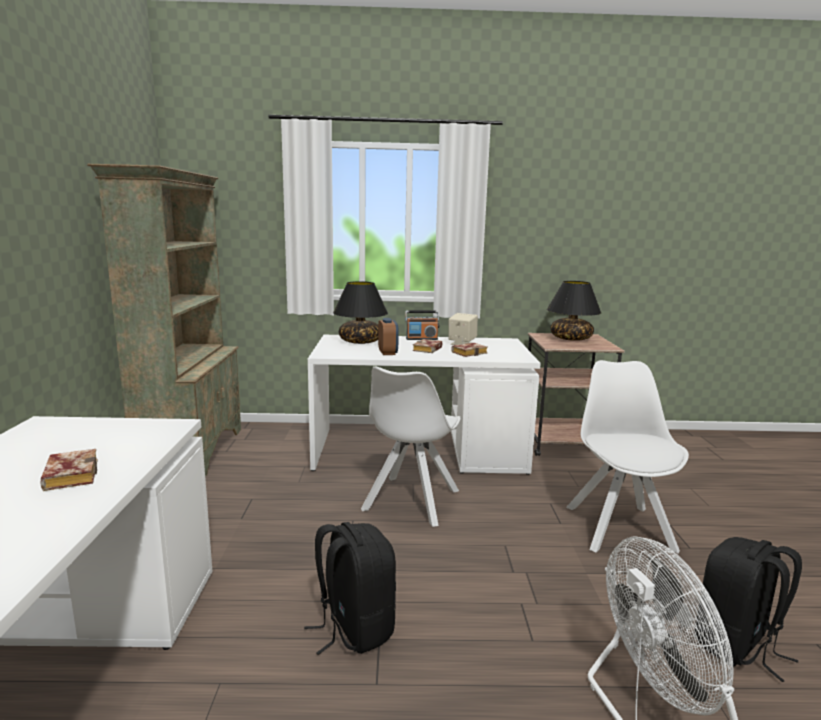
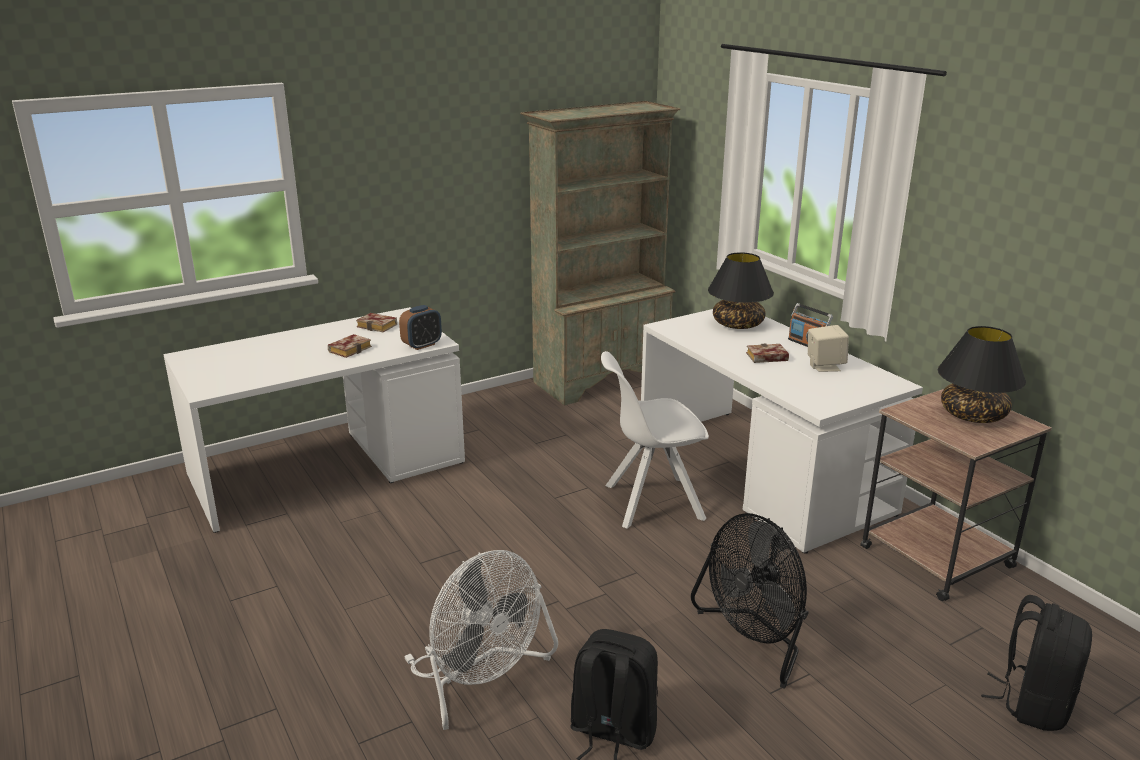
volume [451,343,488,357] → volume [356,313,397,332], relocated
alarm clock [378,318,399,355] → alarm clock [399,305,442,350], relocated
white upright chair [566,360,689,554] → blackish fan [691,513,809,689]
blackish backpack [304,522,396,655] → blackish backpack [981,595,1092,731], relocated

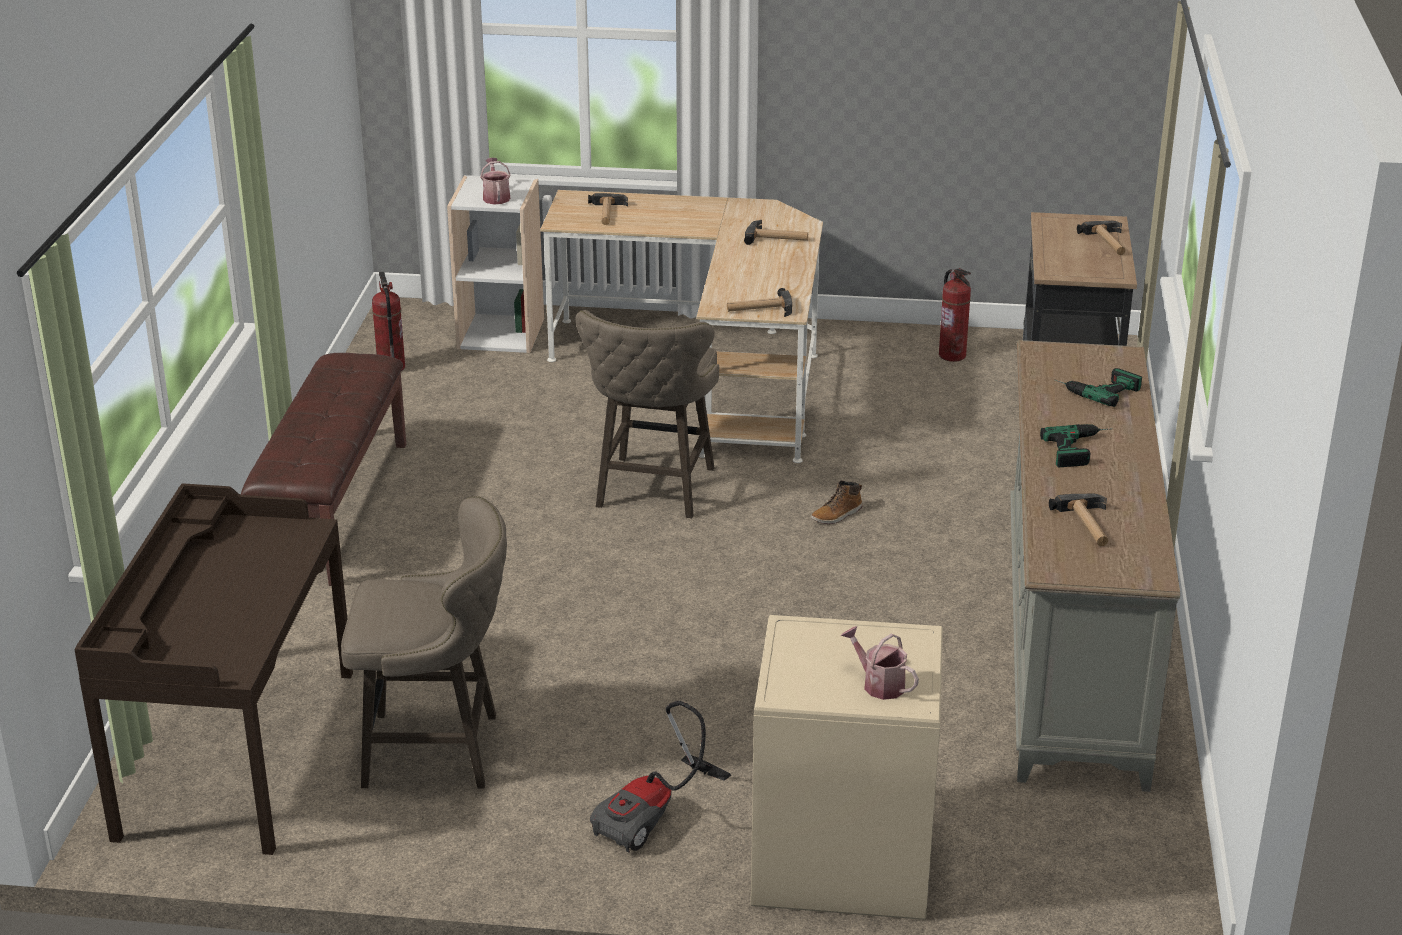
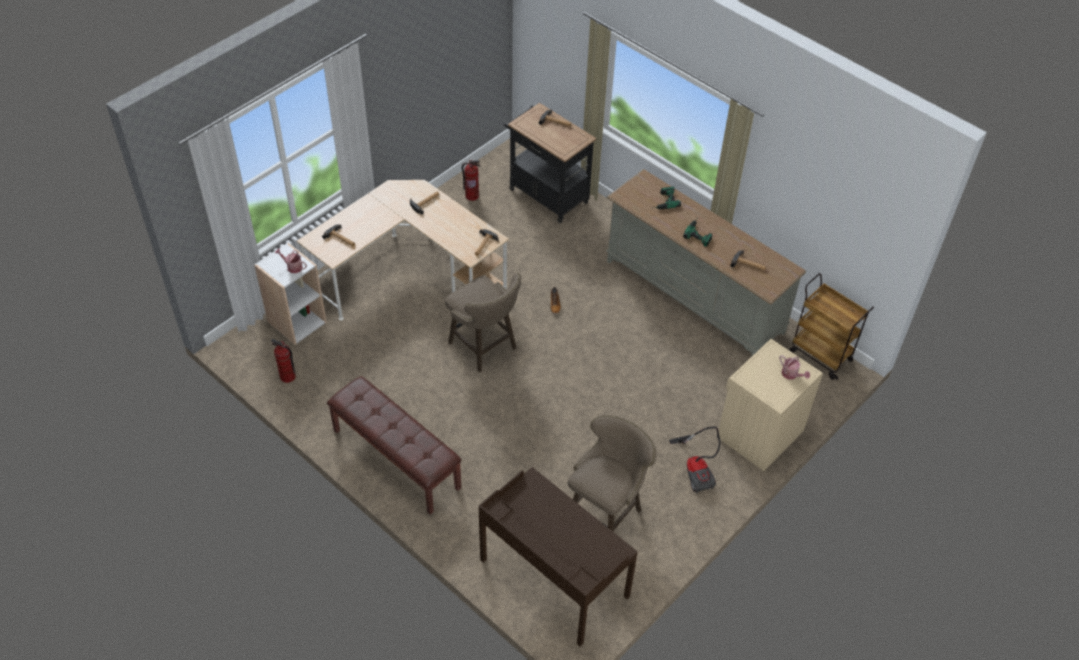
watering can [841,626,919,700] → watering can [779,355,810,379], 120 degrees counterclockwise
- → brownish trolley [789,273,874,380]

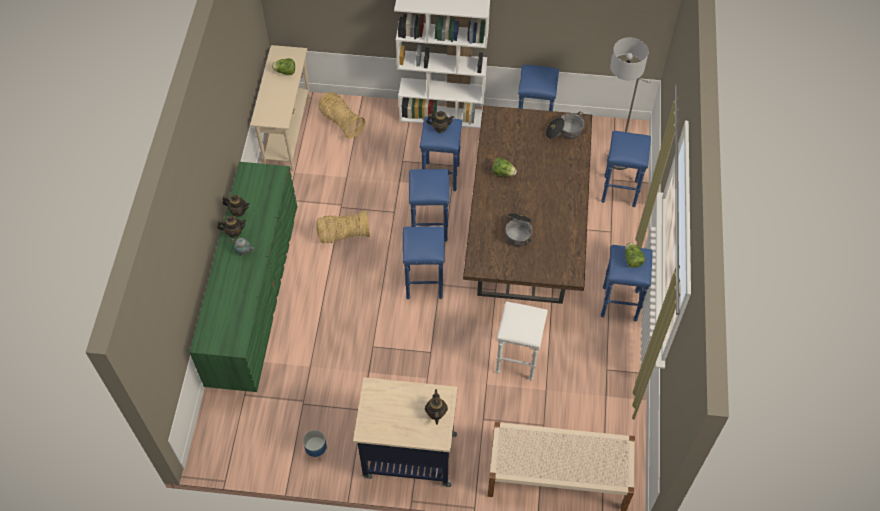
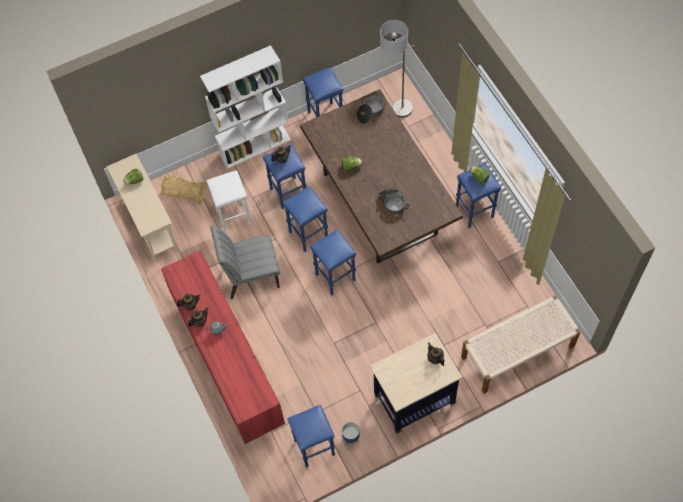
green storage cabinet [189,162,297,392] → red-coloured storage cabinet [161,250,285,444]
white sitting stool [496,301,548,381] → white sitting stool [206,170,252,233], relocated
household basket [316,210,370,243] → greyish upright chair [211,225,280,299]
bluish sitting stool [601,131,651,207] → bluish sitting stool [287,405,335,468], relocated

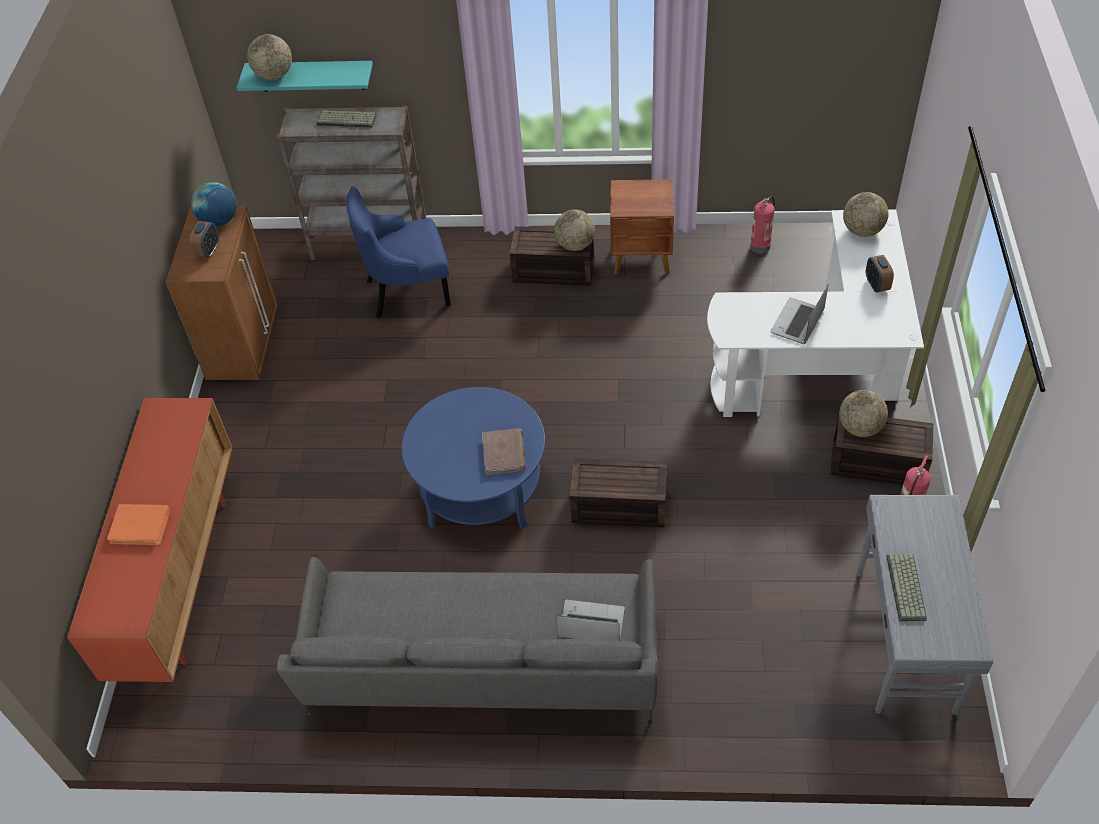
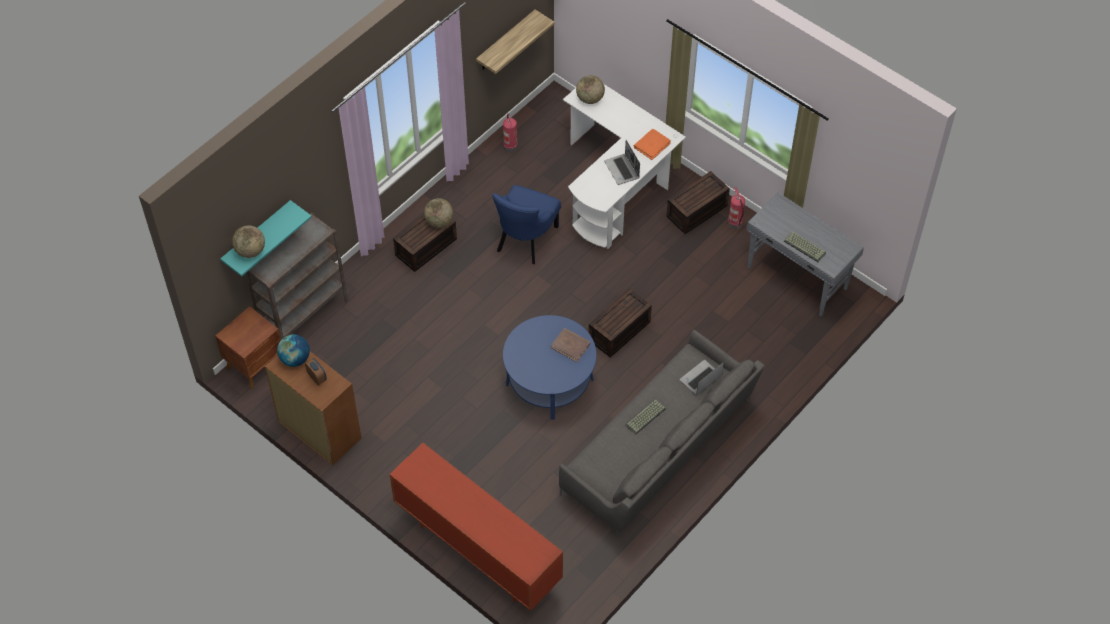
brownish bedside table [610,179,674,275] → brownish bedside table [215,306,281,389], relocated
- → shelf [476,10,554,74]
bluish upright chair [346,186,451,319] → bluish upright chair [492,185,561,264], relocated
PC keyboard [316,110,377,128] → PC keyboard [625,399,666,435], relocated
orange-coloured volume [107,504,170,545] → orange-coloured volume [634,129,671,160], relocated
globe [839,390,888,437] → -
alarm clock [866,255,894,293] → -

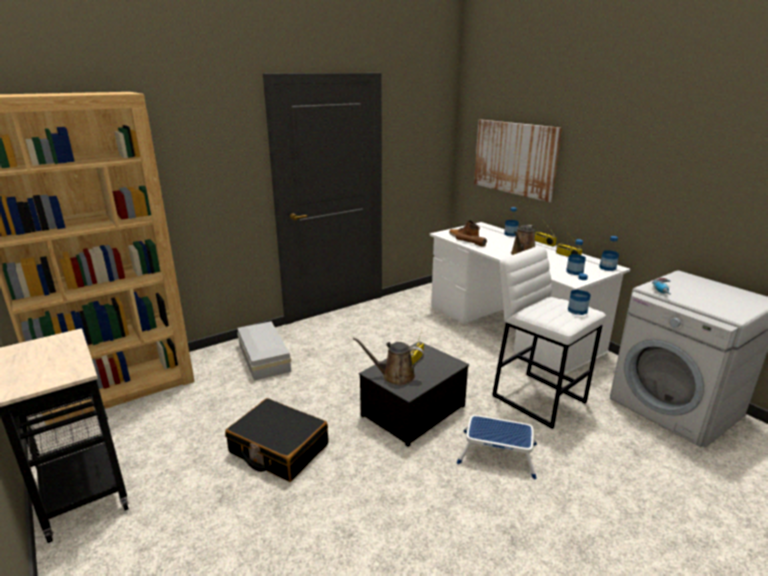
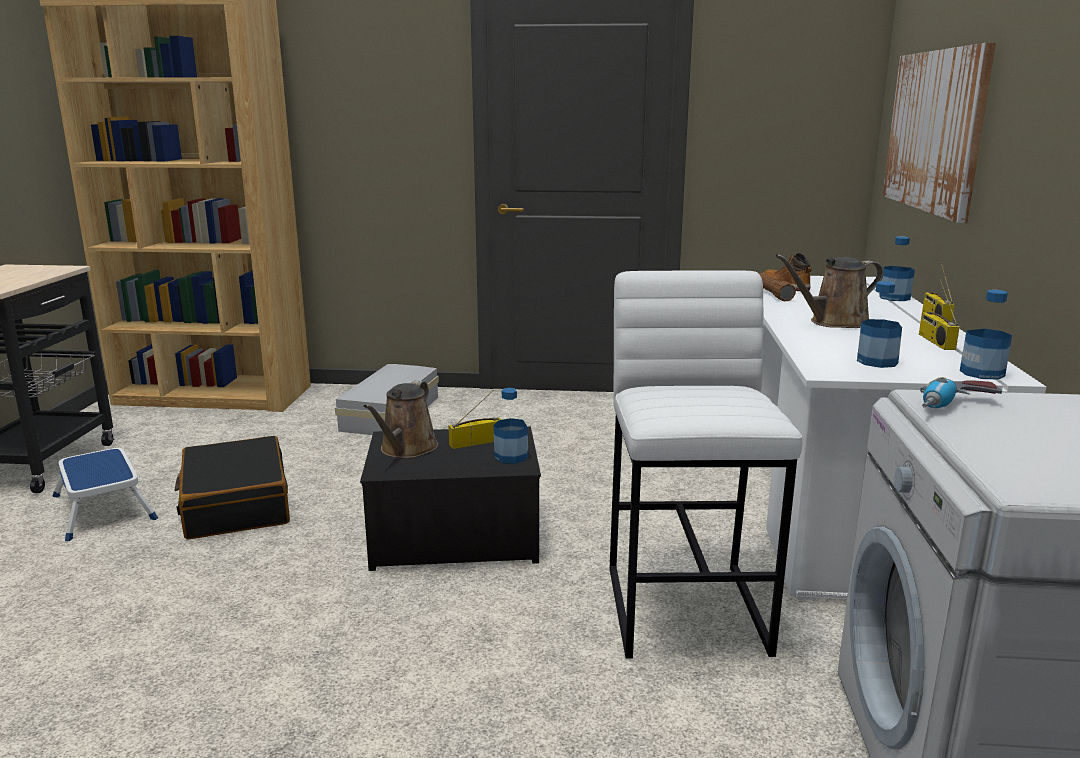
bluish step ladder [457,415,537,479] → bluish step ladder [52,448,158,541], relocated
brownish watering can [353,337,424,385] → brownish watering can [363,381,438,458], 120 degrees counterclockwise
beverage bottle [568,273,591,315] → beverage bottle [494,388,528,464], relocated

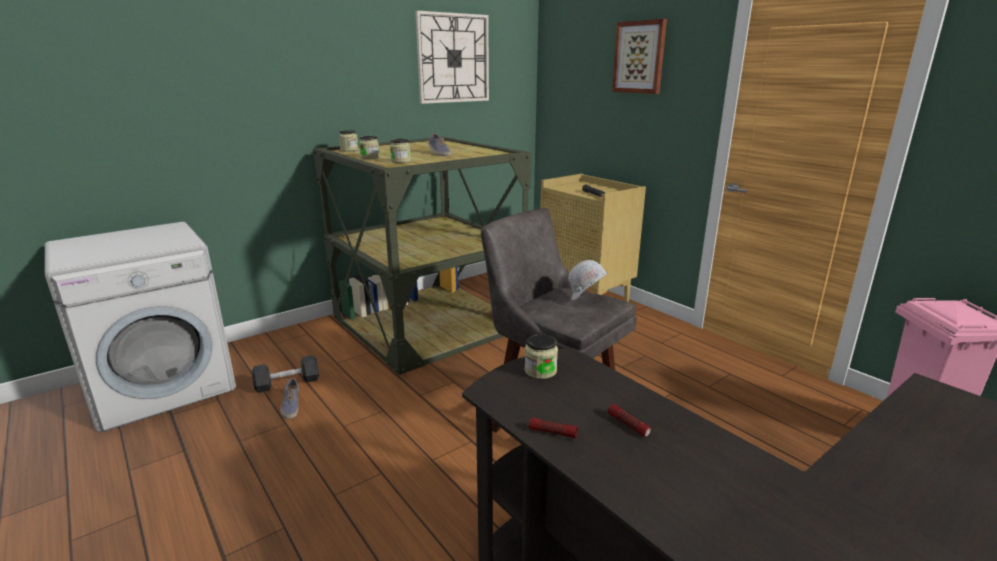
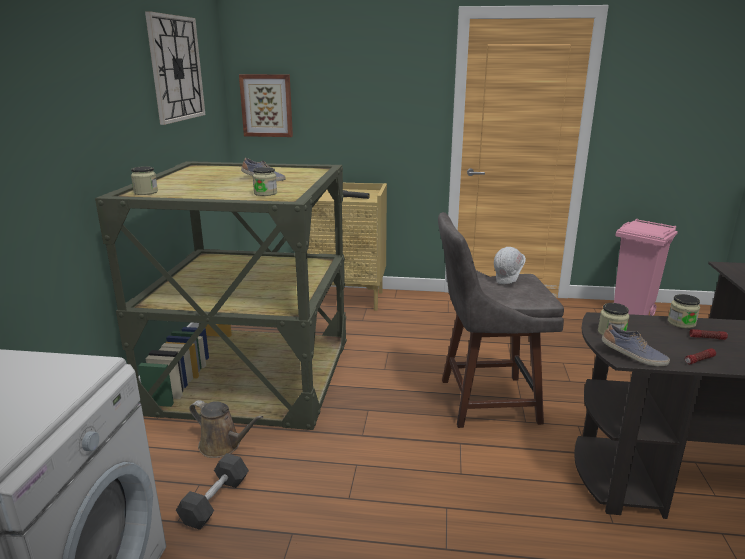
- → brownish watering can [190,400,263,458]
wall art [612,19,667,94] → wall art [239,74,293,137], relocated
item of footwear [281,378,299,419] → item of footwear [602,324,670,366], relocated
preserve jar [359,136,380,159] → preserve jar [668,294,700,329], relocated

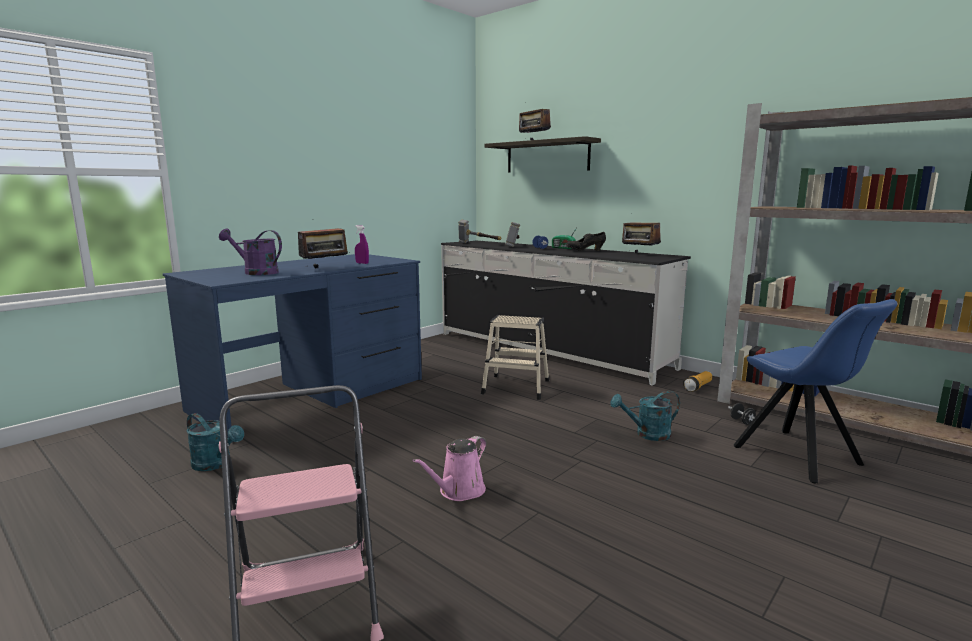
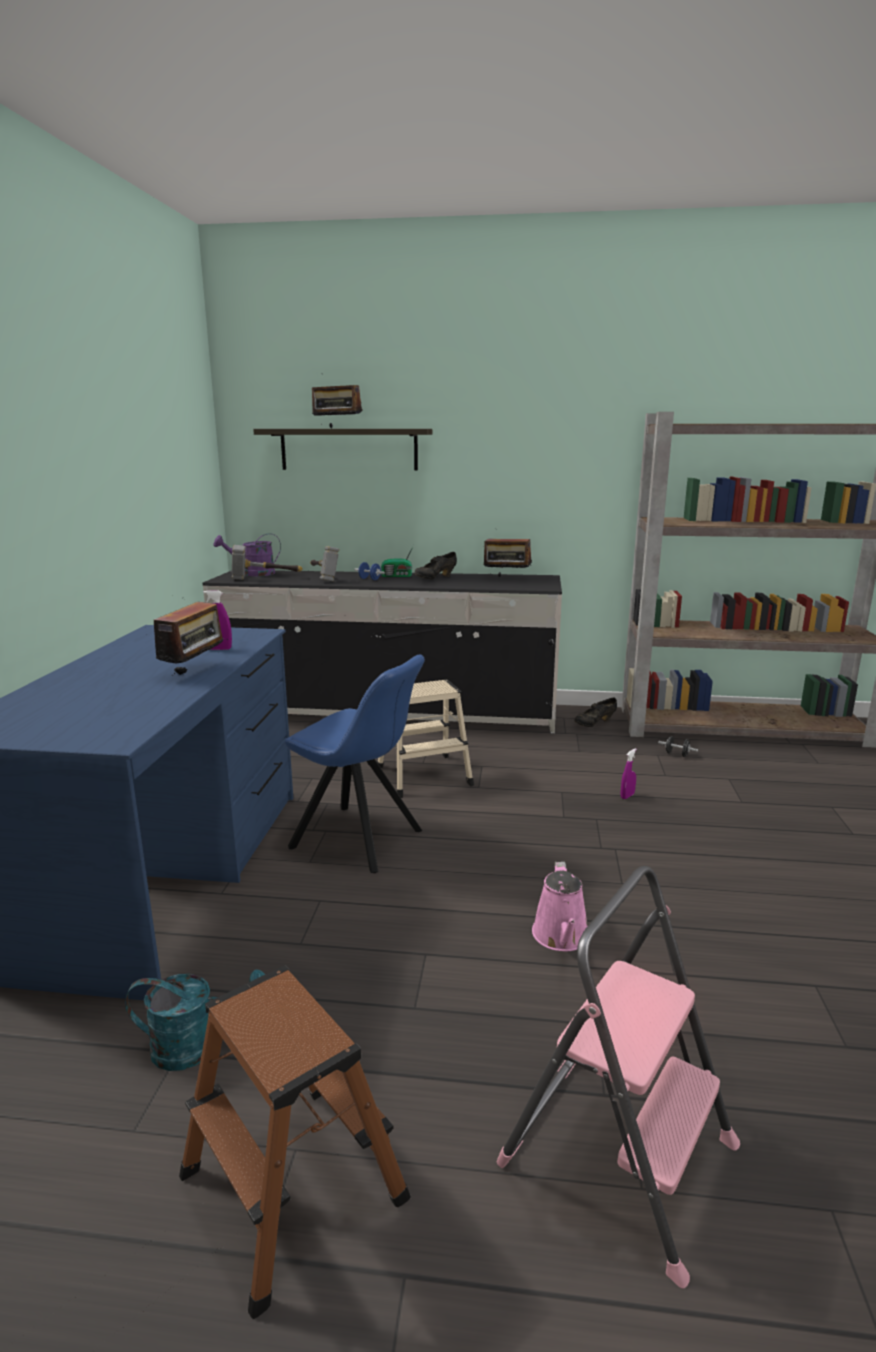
- → brownish step ladder [179,965,411,1319]
purplish watering can [219,228,282,275] → purplish watering can [214,533,281,576], relocated
bluish upright chair [734,299,898,483] → bluish upright chair [285,654,425,873], relocated
torch [683,371,712,392] → blackish item of footwear [574,698,617,727]
turquoise-coloured watering can [610,391,680,441] → purplish sprayer [621,748,637,799]

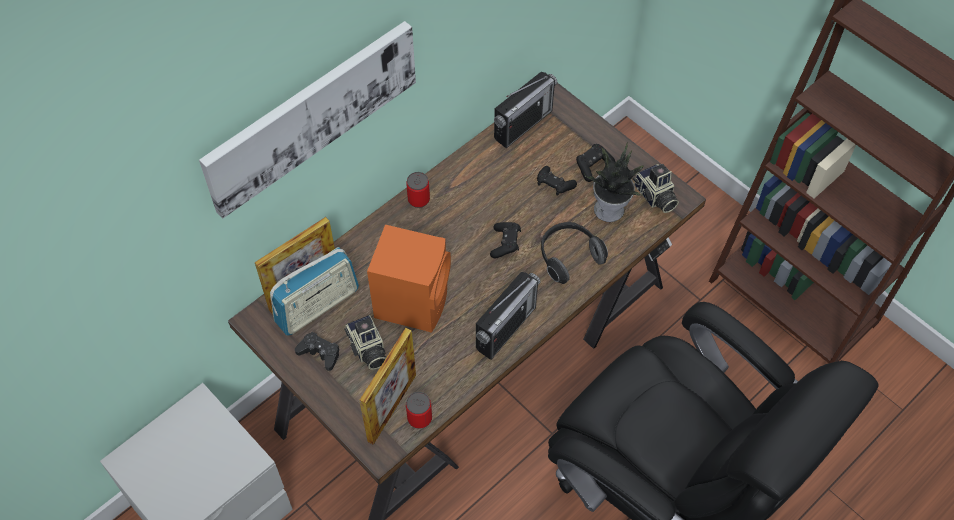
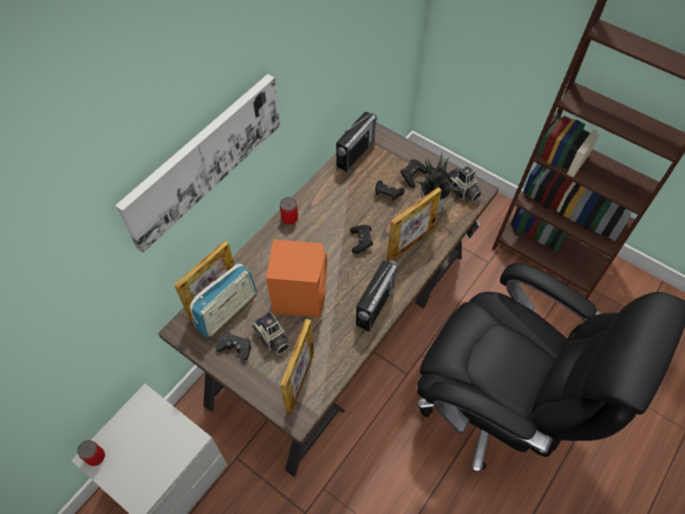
sealed can [406,392,432,429] → sealed can [77,440,105,466], relocated
pair of headphones [541,222,608,284] → picture frame [387,187,442,261]

